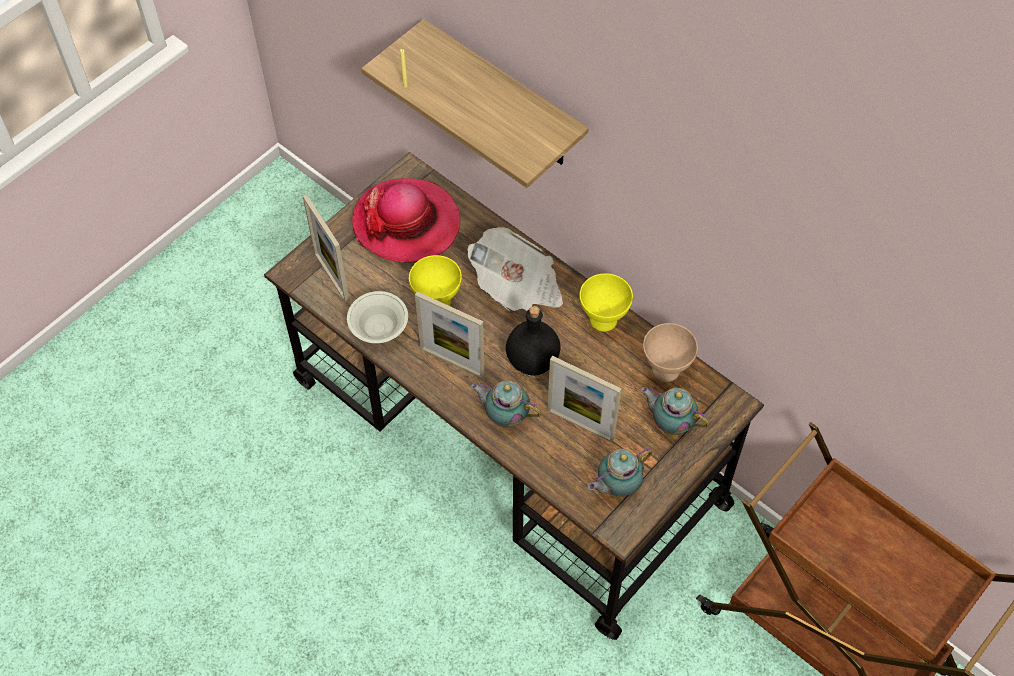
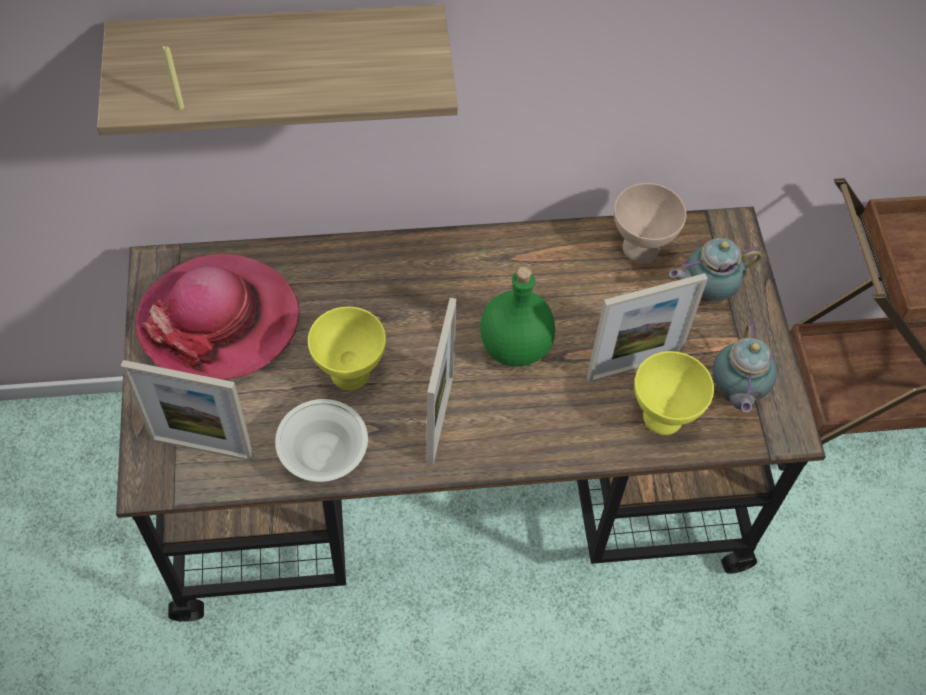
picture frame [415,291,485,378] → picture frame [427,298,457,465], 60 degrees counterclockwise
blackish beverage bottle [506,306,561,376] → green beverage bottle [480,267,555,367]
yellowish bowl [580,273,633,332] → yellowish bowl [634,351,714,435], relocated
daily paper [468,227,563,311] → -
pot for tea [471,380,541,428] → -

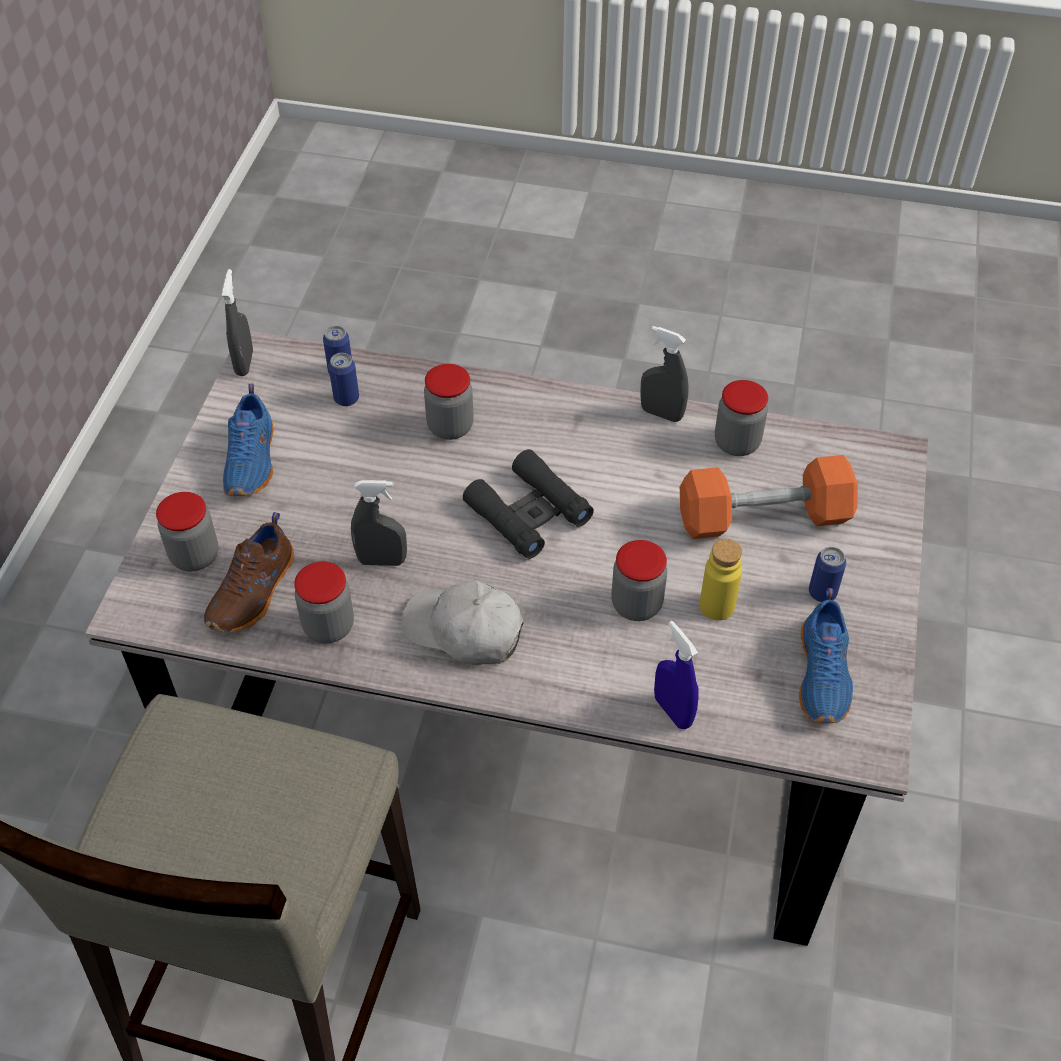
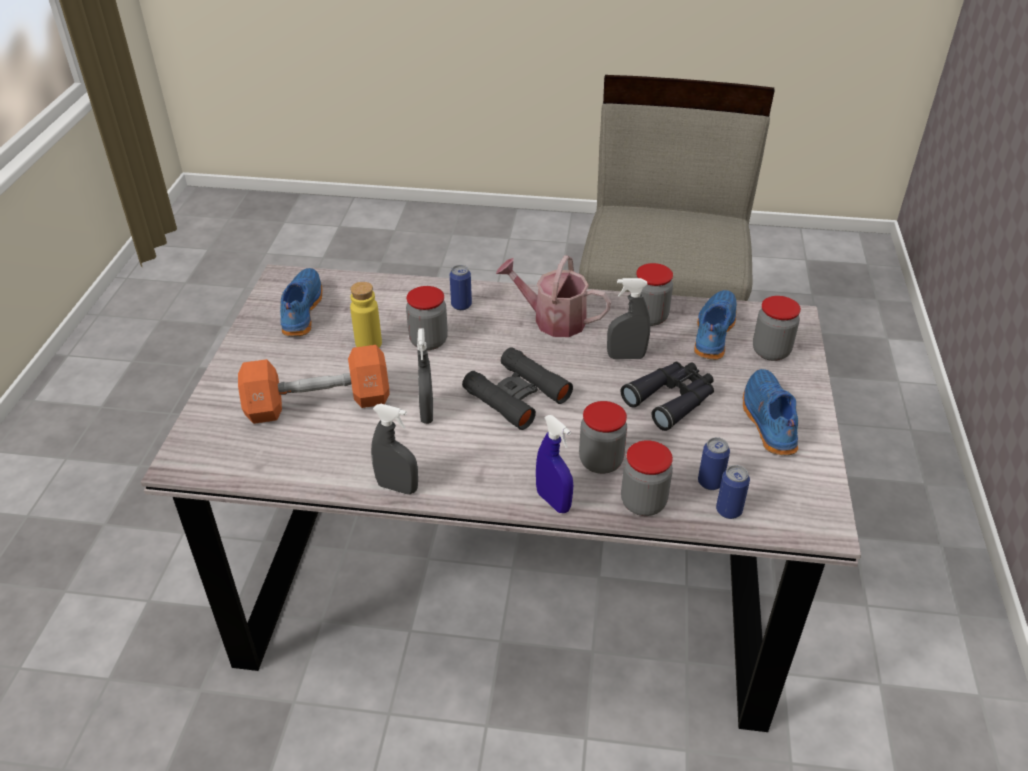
greyish sprayer [222,269,253,376] → greyish sprayer [417,328,433,424], relocated
sealed can [809,547,846,602] → sealed can [450,265,472,310], relocated
white peaked cap [401,580,524,665] → watering can [496,255,611,337]
bluish sprayer [654,621,699,729] → bluish sprayer [536,415,573,513], relocated
- → blackish field glasses [620,362,714,431]
preserve jar [715,380,768,456] → preserve jar [621,440,673,516], relocated
brownish item of footwear [204,512,294,632] → bluish item of footwear [694,290,736,360]

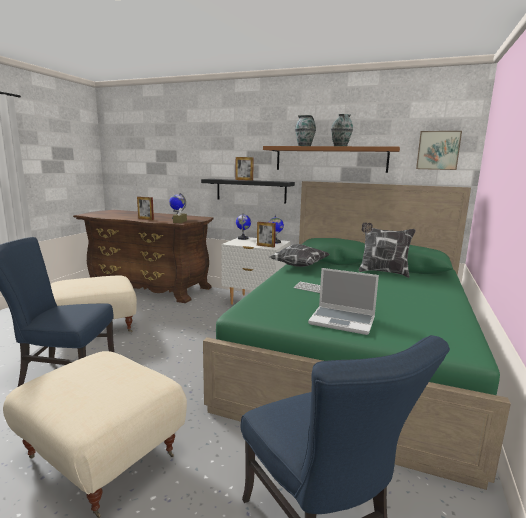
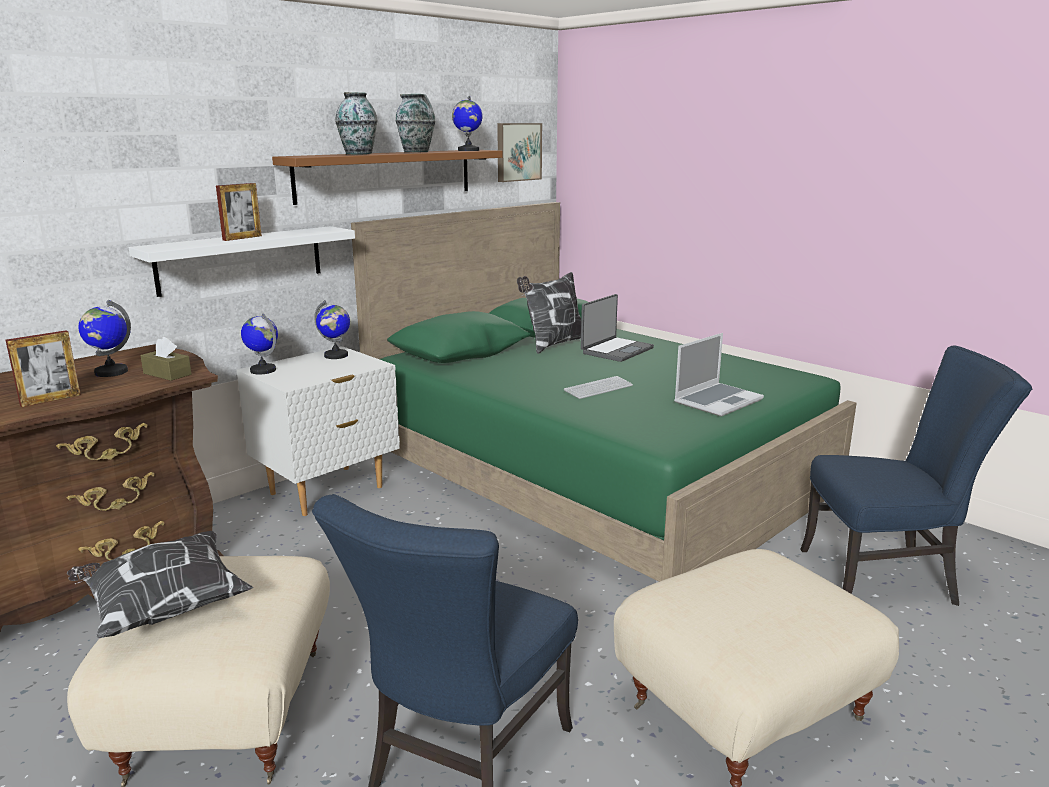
throw pillow [269,244,330,267] → throw pillow [67,531,253,638], relocated
blackish shelf [201,179,295,204] → white shelf [129,226,355,297]
- → globe [452,96,483,151]
- → notebook computer [581,294,654,362]
picture frame [257,222,276,247] → -

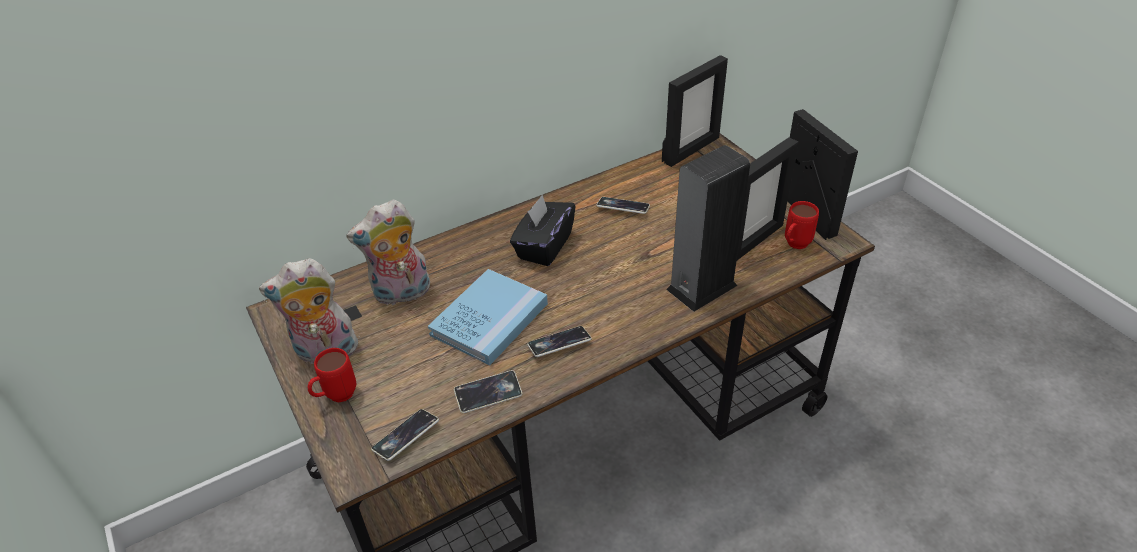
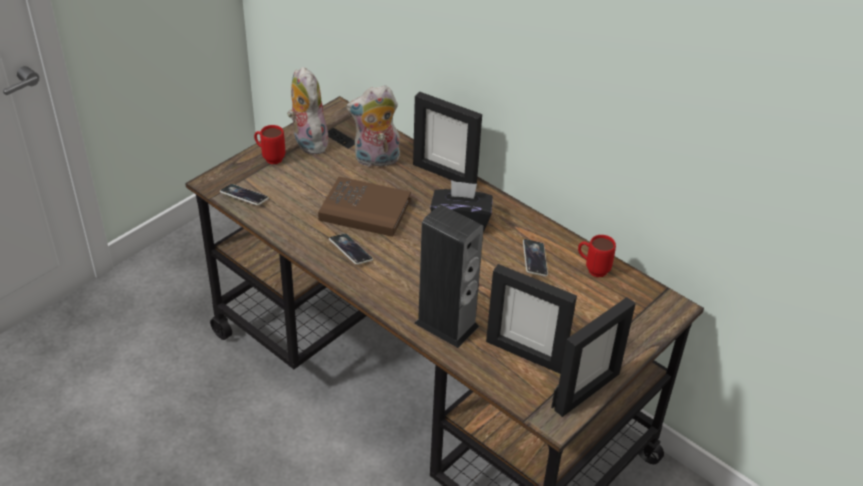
bluish volume [428,269,548,366] → brownish volume [318,177,411,237]
cuddly toy [346,200,430,305] → cuddly toy [346,85,400,167], 60 degrees counterclockwise
picture frame [662,55,728,167] → picture frame [413,92,482,184], relocated
red-coloured mug [785,201,819,249] → red-coloured mug [578,235,616,277], relocated
telephone [454,370,522,413] → -

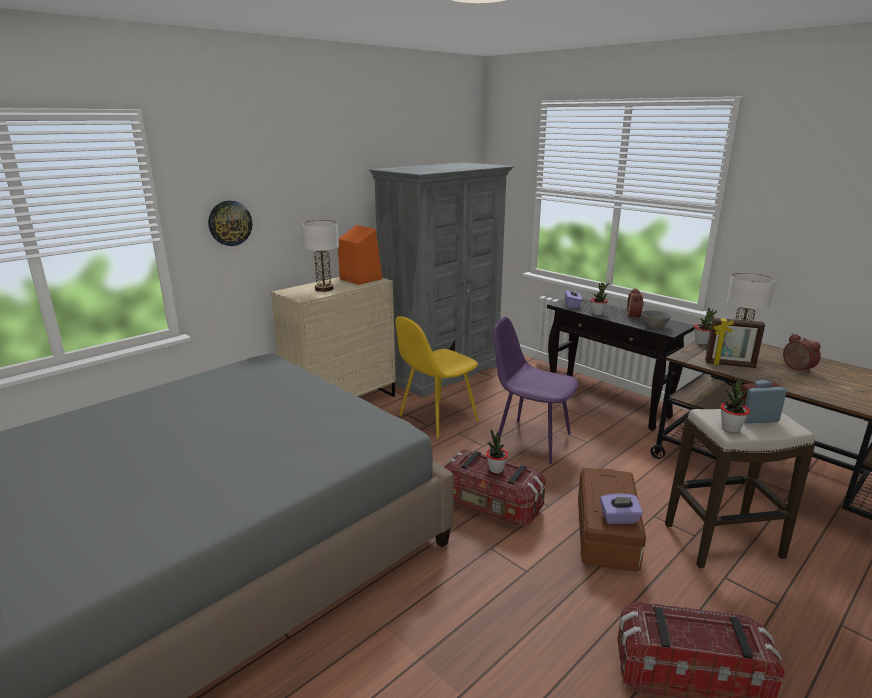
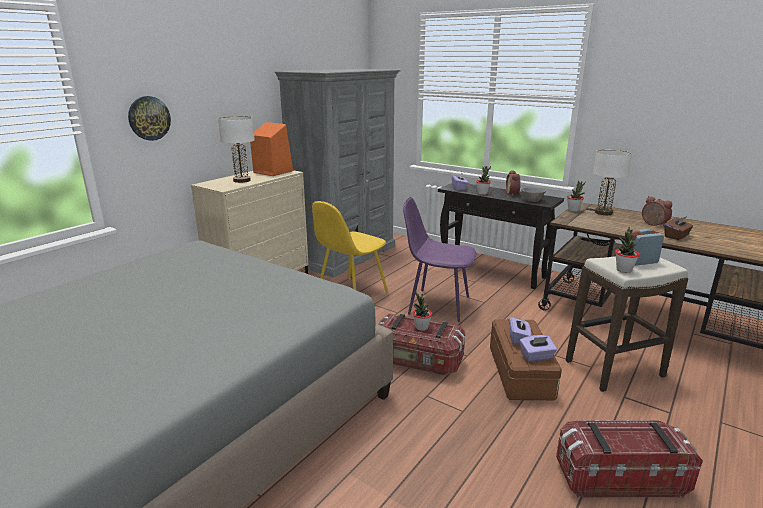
- → purplish tissue box [509,317,531,345]
- → brownish tissue box [665,216,693,240]
picture frame [705,318,765,368] → -

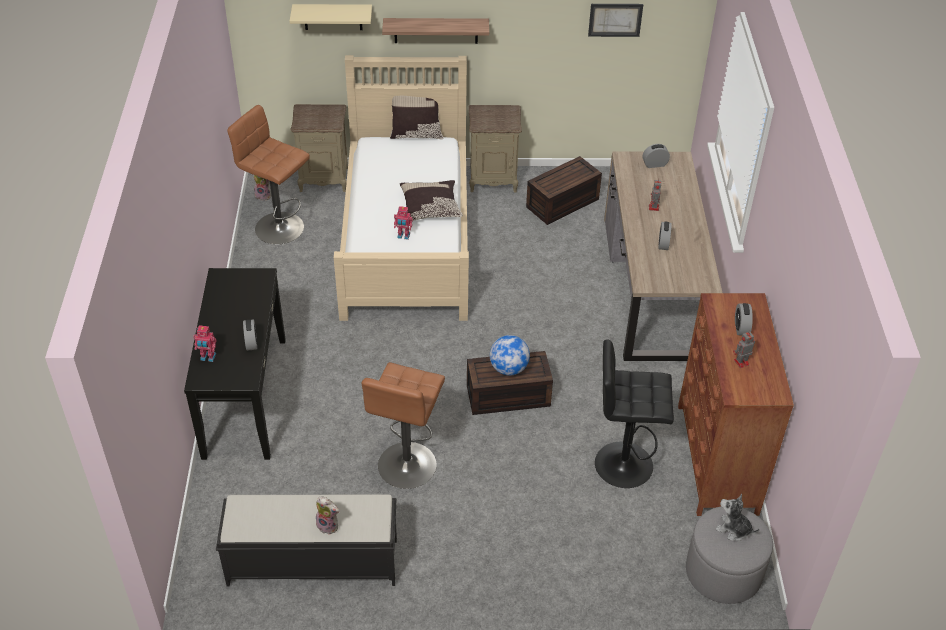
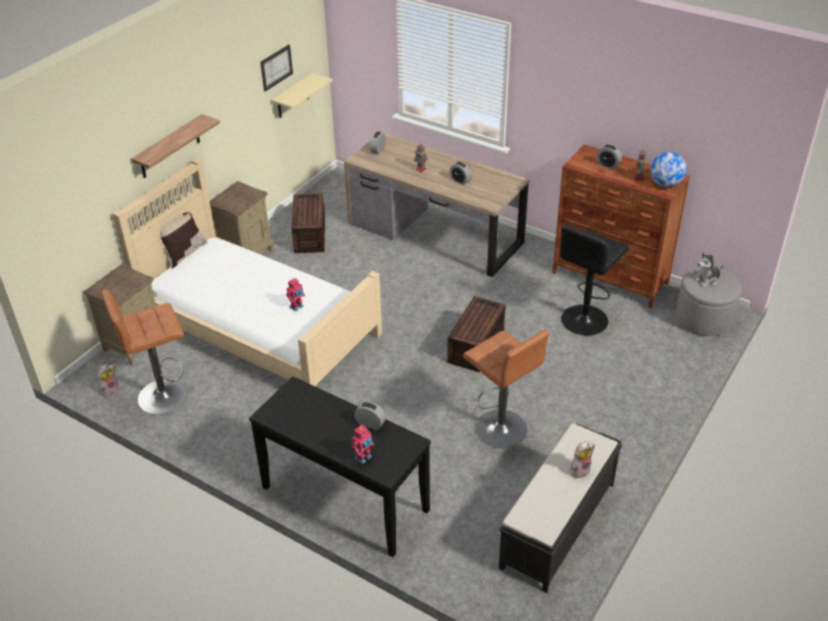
sand-coloured shelf [289,4,372,30] → sand-coloured shelf [272,73,333,118], relocated
globe [490,335,530,375] → globe [650,152,687,187], relocated
throw pillow [400,180,463,220] → -

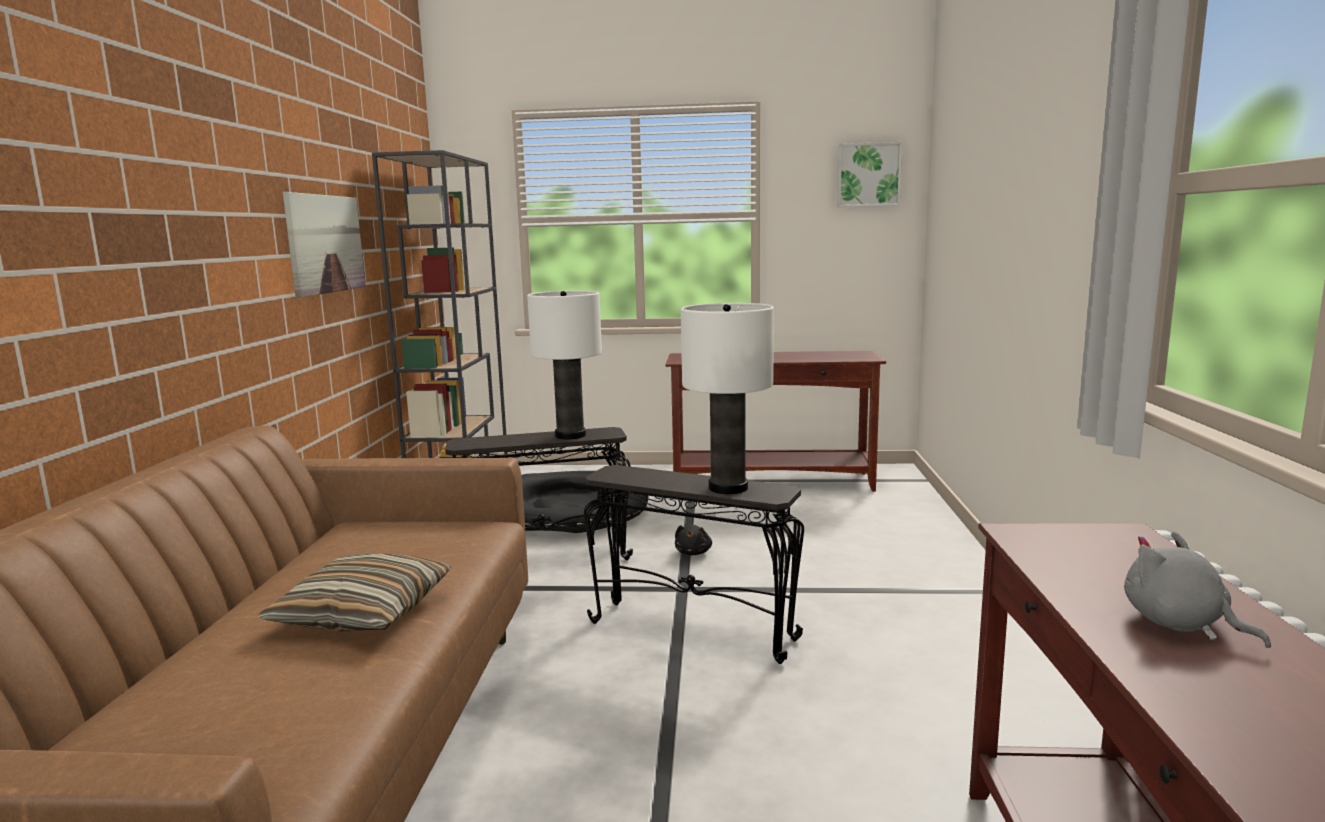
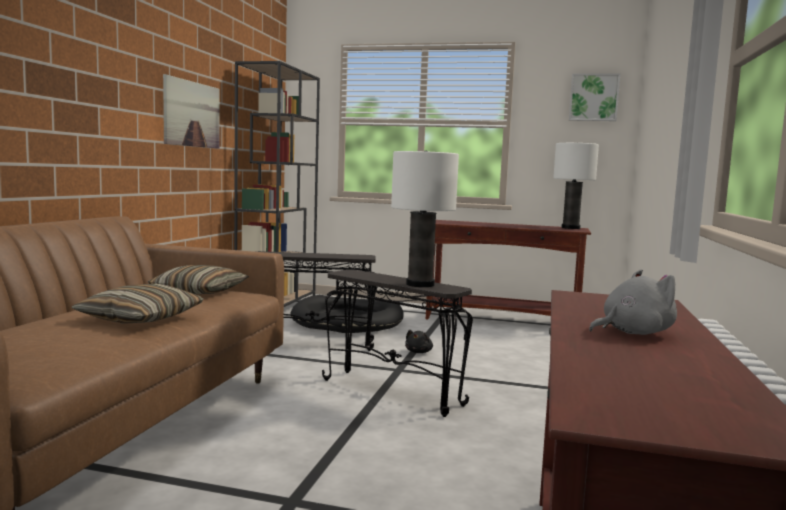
- → throw pillow [148,265,249,294]
white tabletop lamp [527,291,602,439] → white tabletop lamp [553,143,599,229], relocated
greyish cuddly toy [1124,531,1271,648] → greyish cuddly toy [589,269,677,335], 90 degrees clockwise

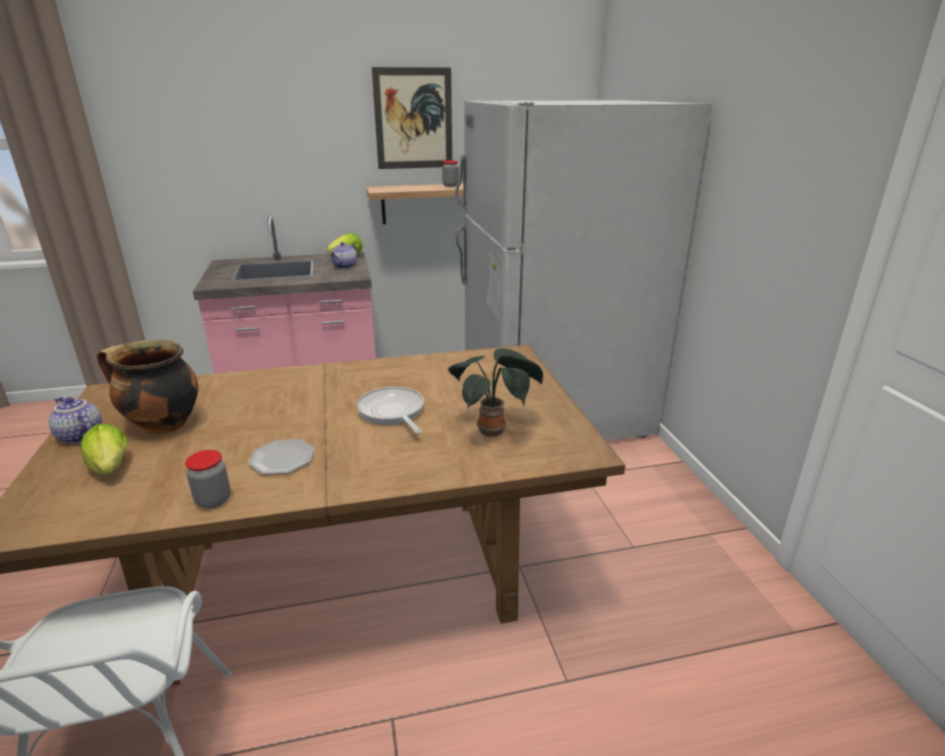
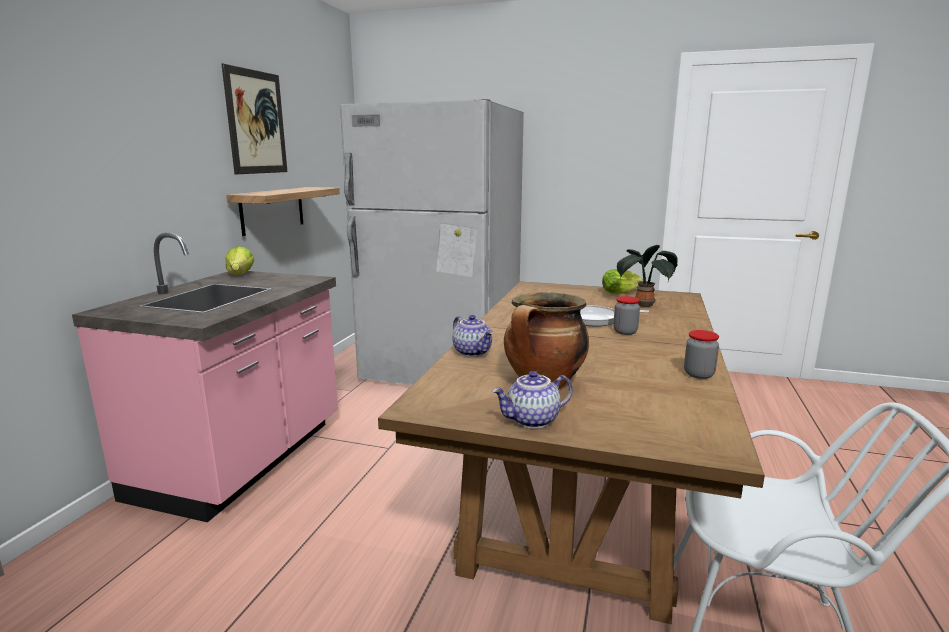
pot for tea [329,242,357,269] → pot for tea [453,315,493,357], relocated
lettuce [80,424,128,474] → lettuce [602,269,643,294], relocated
preserve jar [442,161,459,187] → preserve jar [613,296,640,335], relocated
flat dish [248,439,315,475] → -

